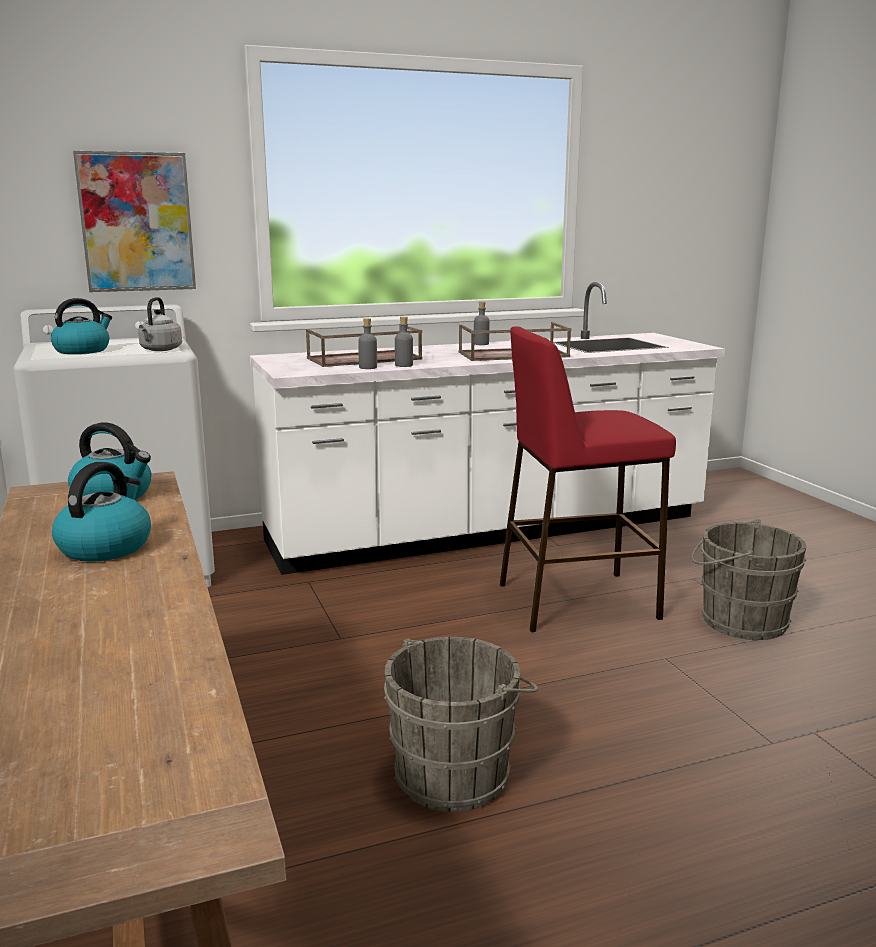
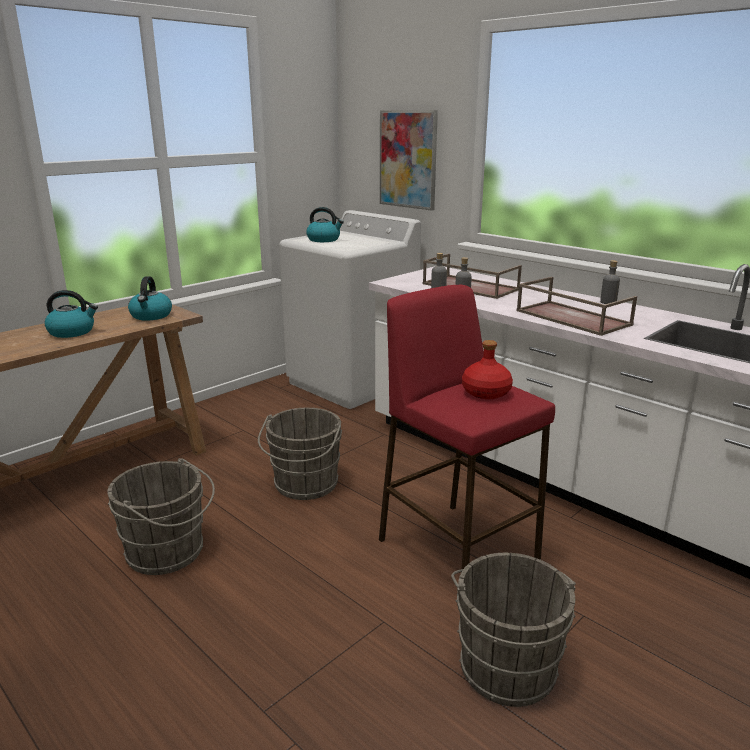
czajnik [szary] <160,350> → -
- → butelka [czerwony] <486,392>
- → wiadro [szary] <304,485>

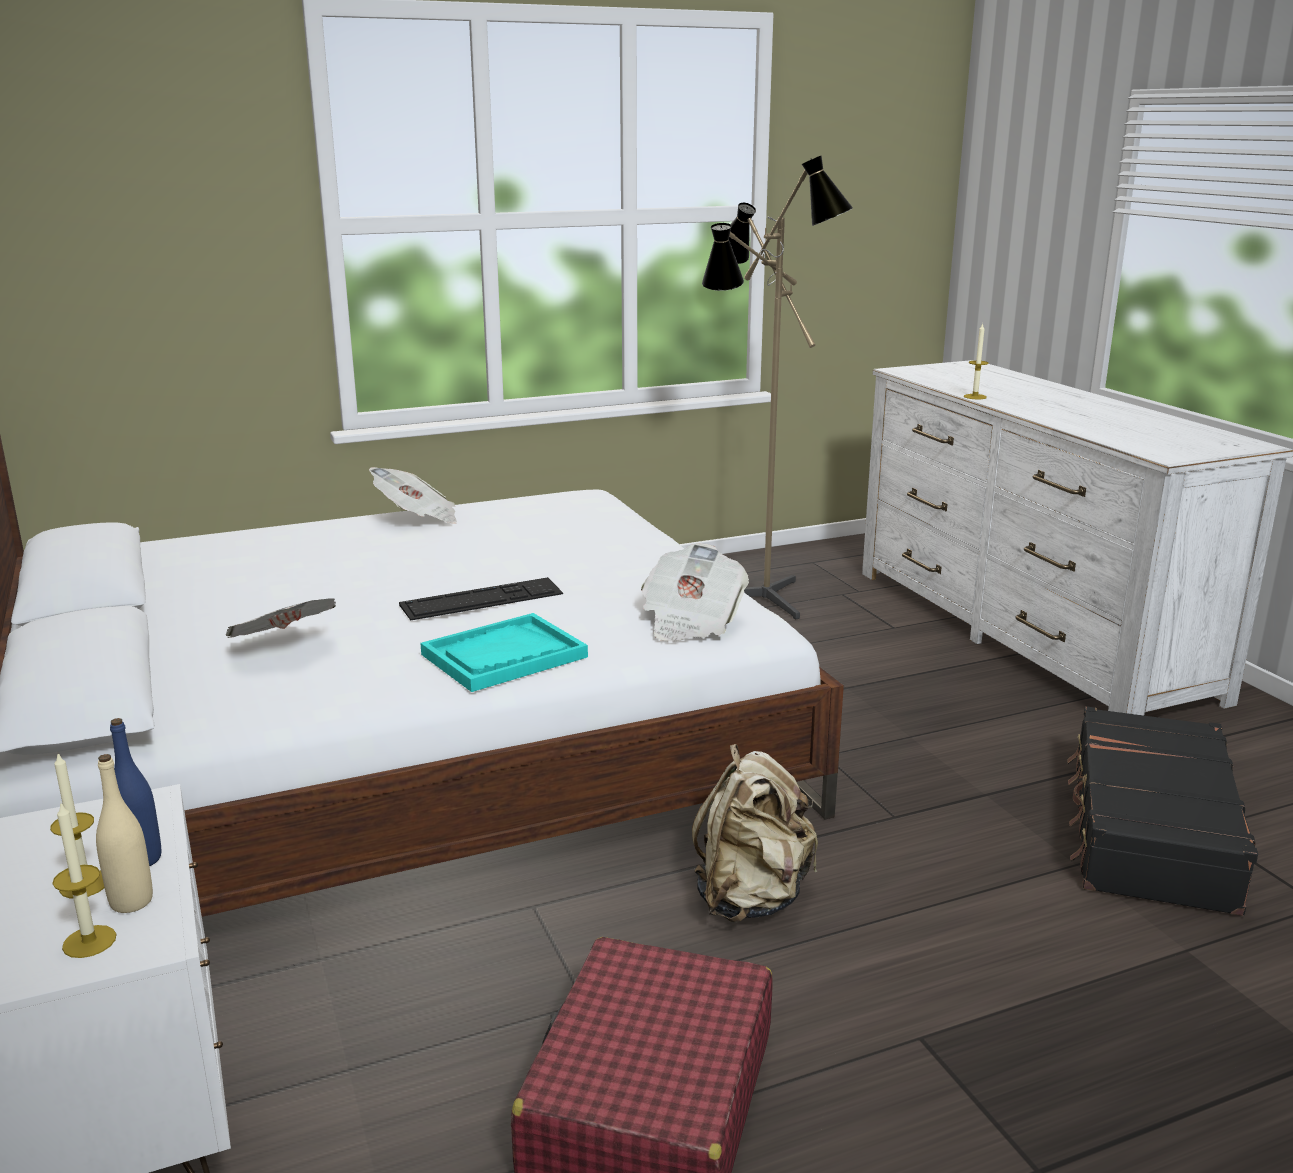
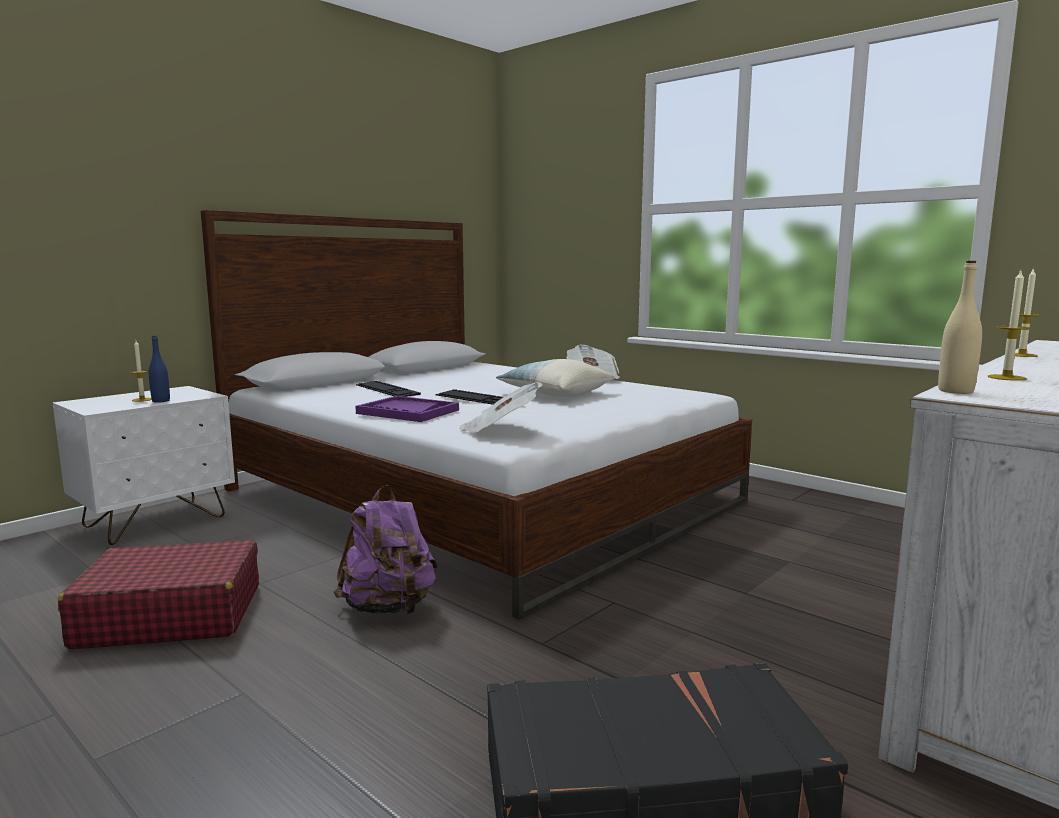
lampa stojąca <756,601> → -
gazeta <284,647> → klawiatura <387,389>
taca [turkusowy] <504,656> → taca [fioletowy] <407,412>
plecak [beżowy] <751,897> → plecak [fioletowy] <389,608>
butelka [beżowy] <131,902> → butelka [beżowy] <955,391>, move
świeca <89,941> → świeca <1006,378>, move
- → poduszka <555,394>

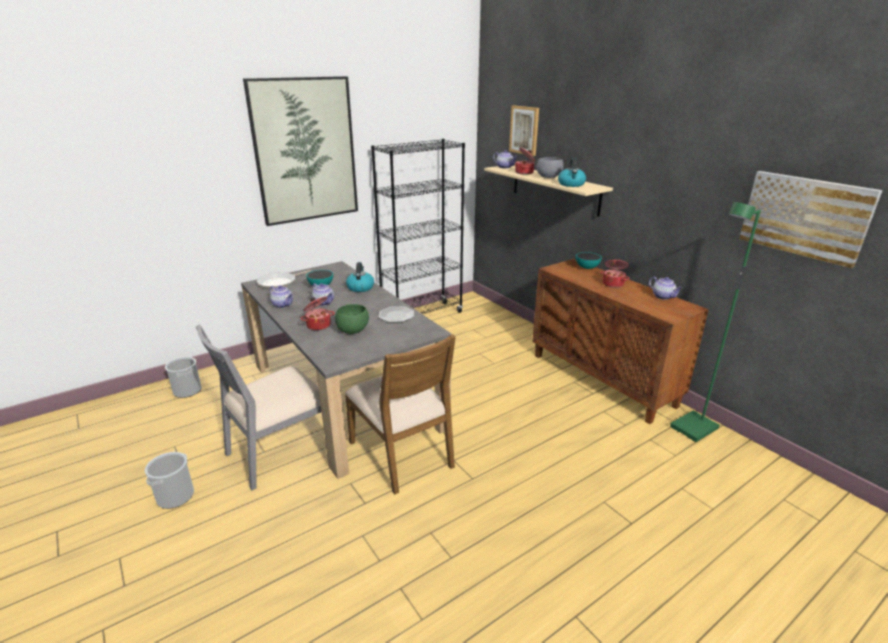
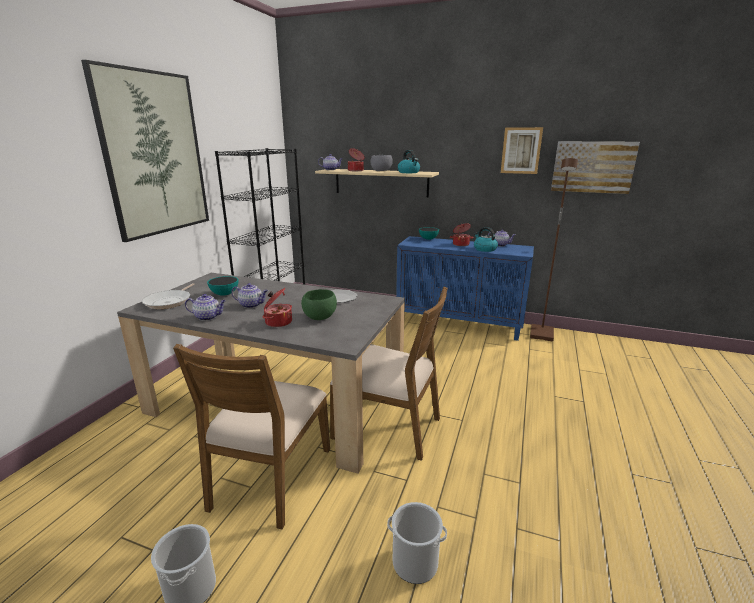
obraz <524,130> → obraz <521,150>, move
lampa stojąca [zielony] <694,429> → lampa stojąca [brązowy] <542,334>
szafka [brązowy] <602,380> → szafka [niebieski] <460,324>
czajnik <360,287> → czajnik <484,249>, move
krzesło [szary] <280,451> → krzesło [brązowy] <269,477>
wiadro <187,390> → wiadro <415,562>, move

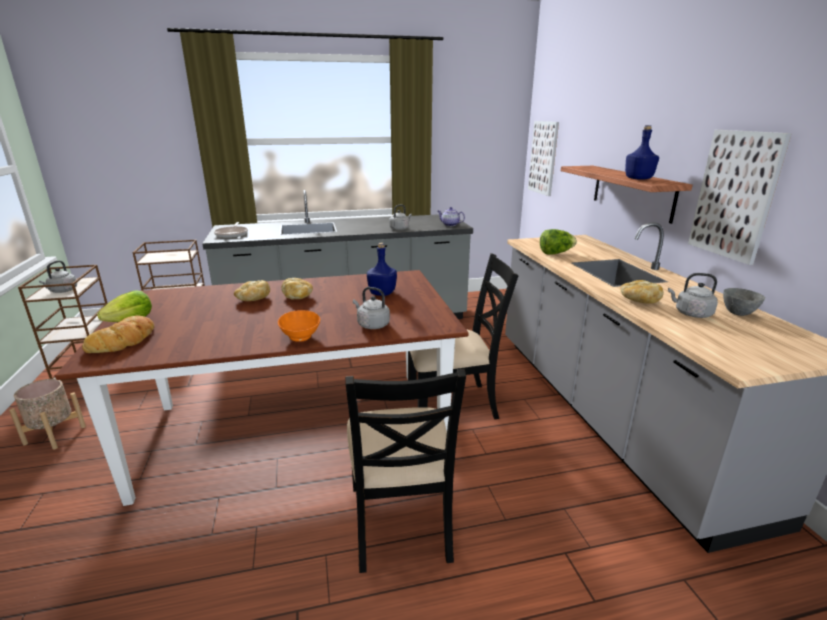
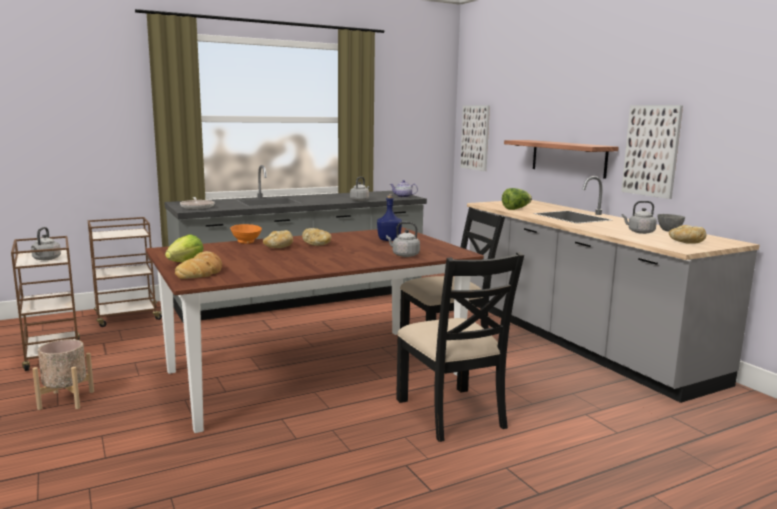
butelka [niebieski] <639,179> → -
chleb <638,300> → chleb <685,242>, move
miska [pomarańczowy] <300,337> → miska [pomarańczowy] <246,242>, move

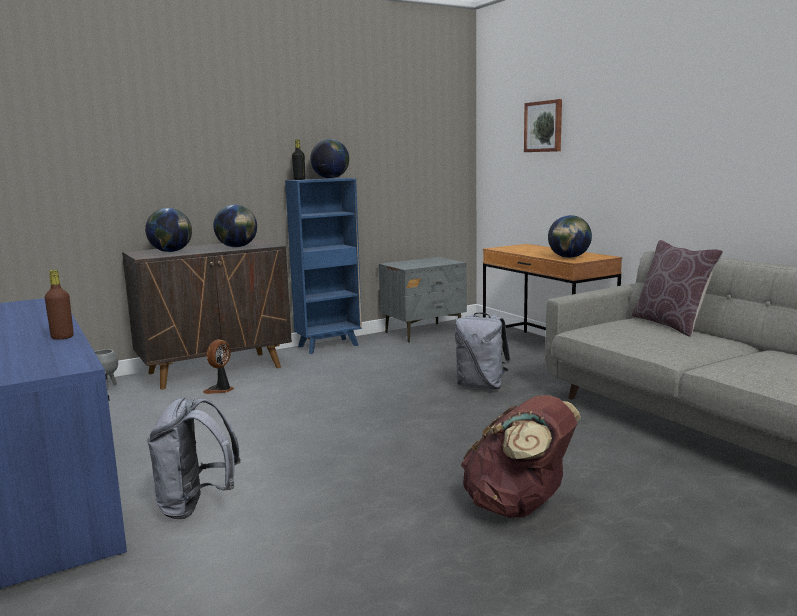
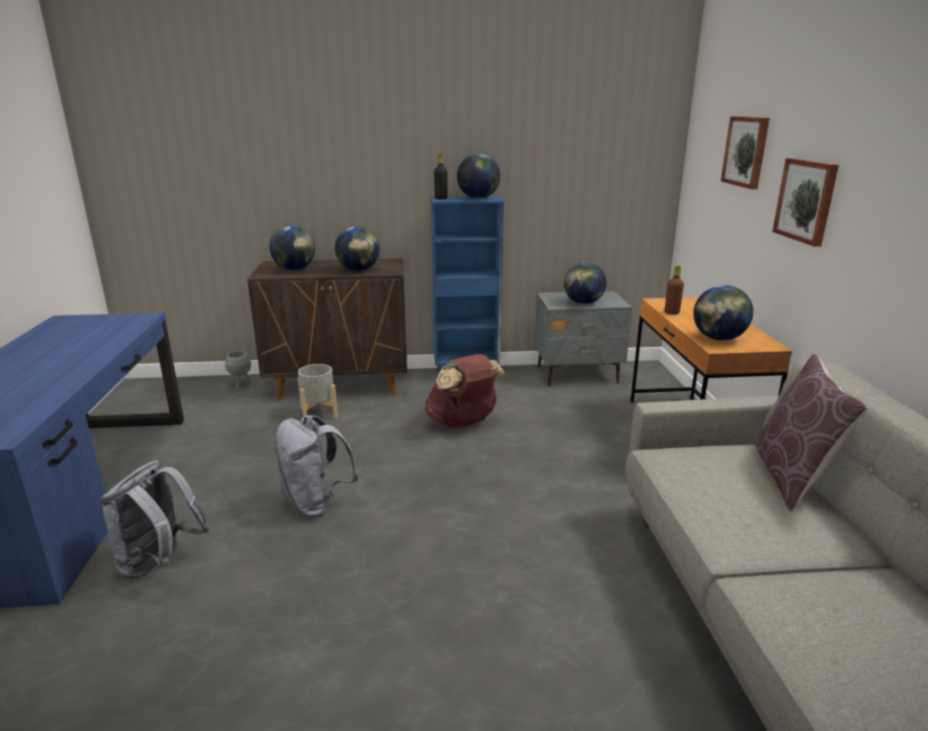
butelka [brązowy] <62,337> → butelka [brązowy] <671,312>, move
plecak [szary] <481,386> → plecak [szary] <316,503>, move
wentylator <220,390> → donica [szary] <319,413>
plecak [brązowy] <519,507> → plecak [brązowy] <463,423>, move
- → obraz <806,200>
- → globus <583,303>

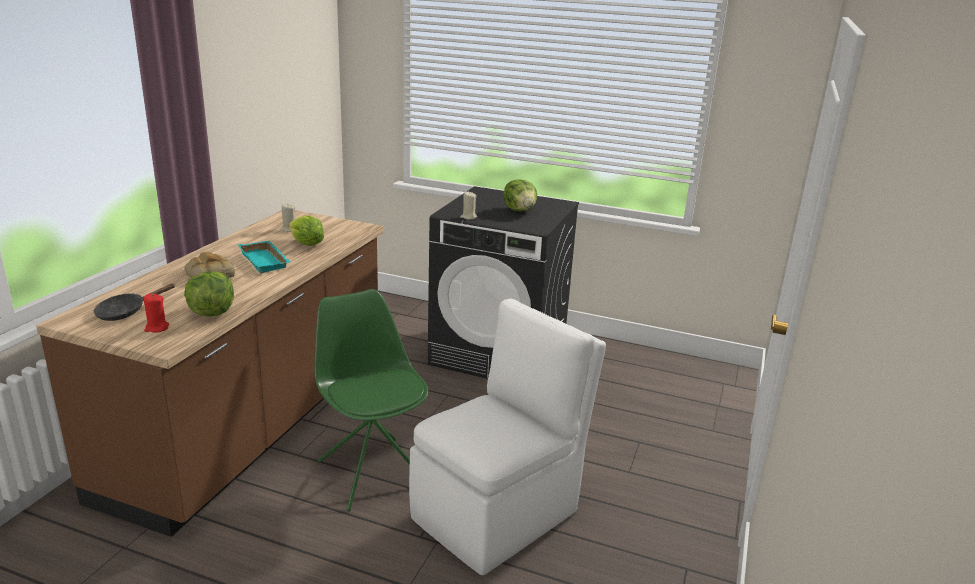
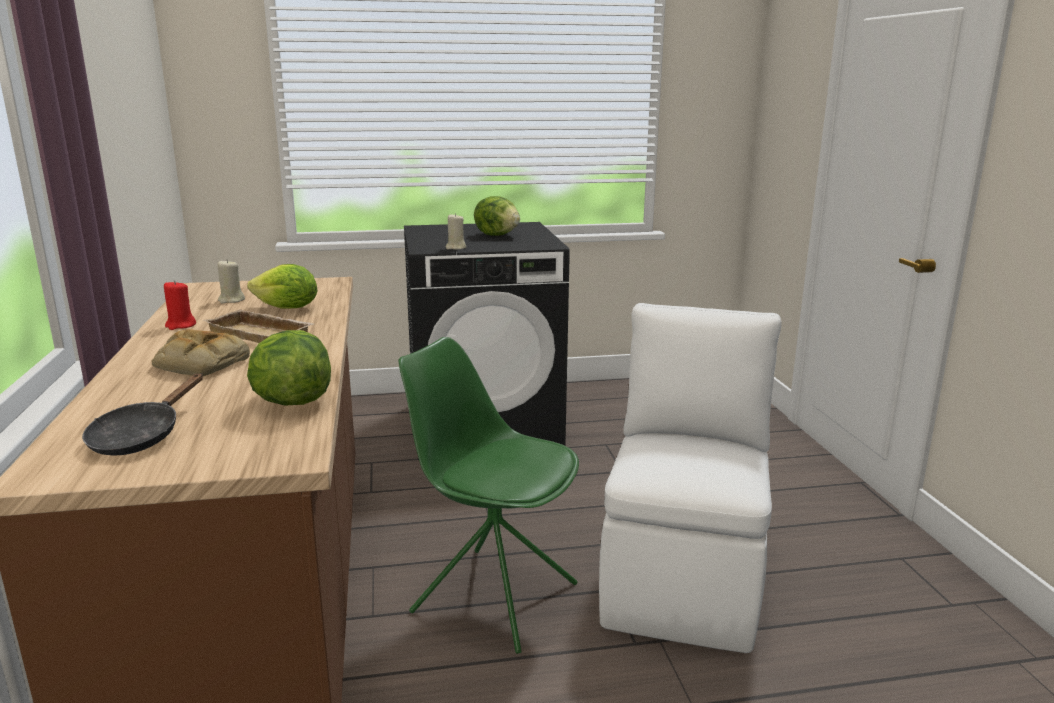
taca [turkusowy] <266,261> → taca [beżowy] <263,334>
świeca [czerwony] <156,328> → świeca [czerwony] <180,325>, move

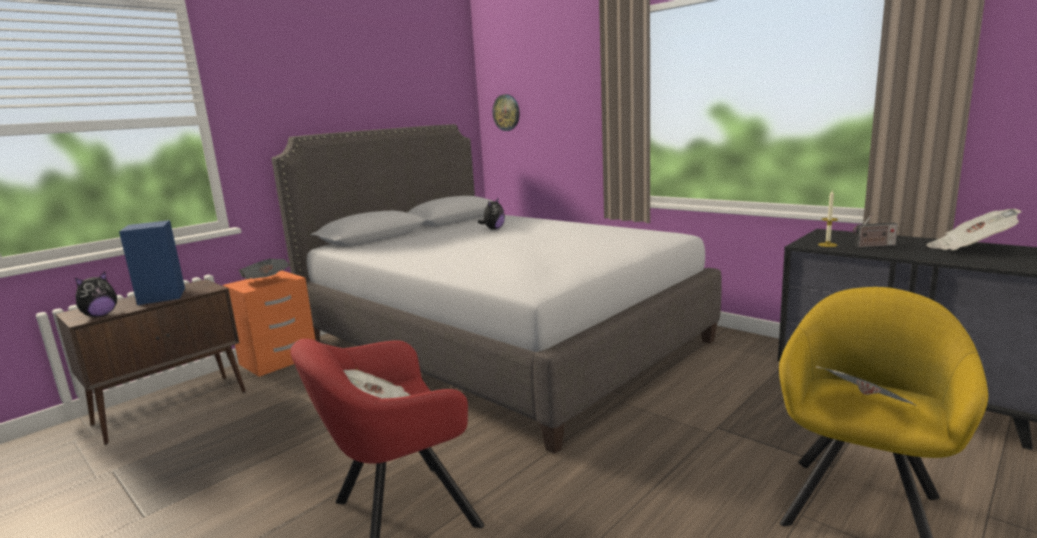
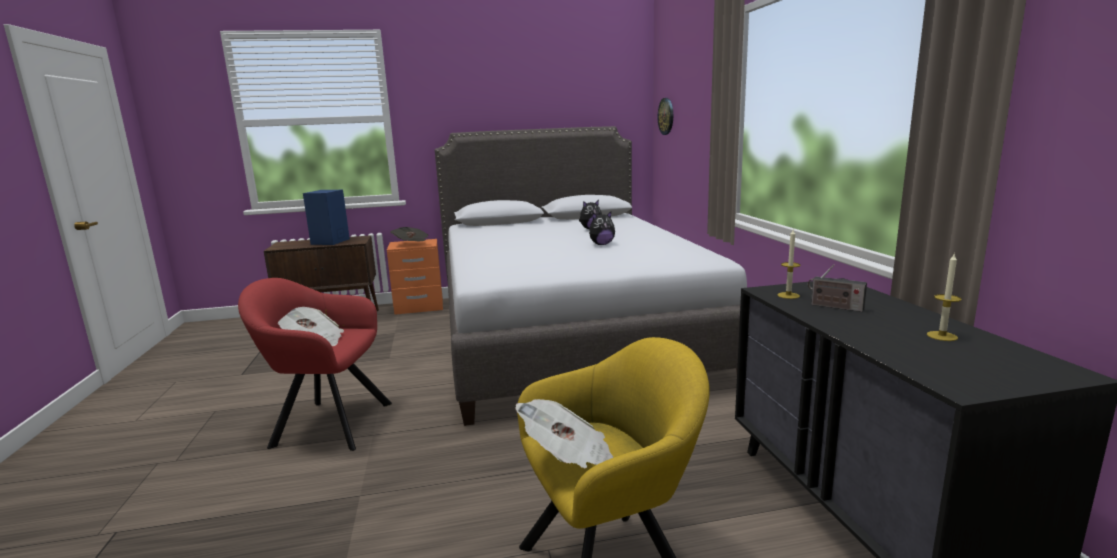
gazeta <969,248> → świeca <942,336>
pluszak <100,315> → pluszak <601,244>, move

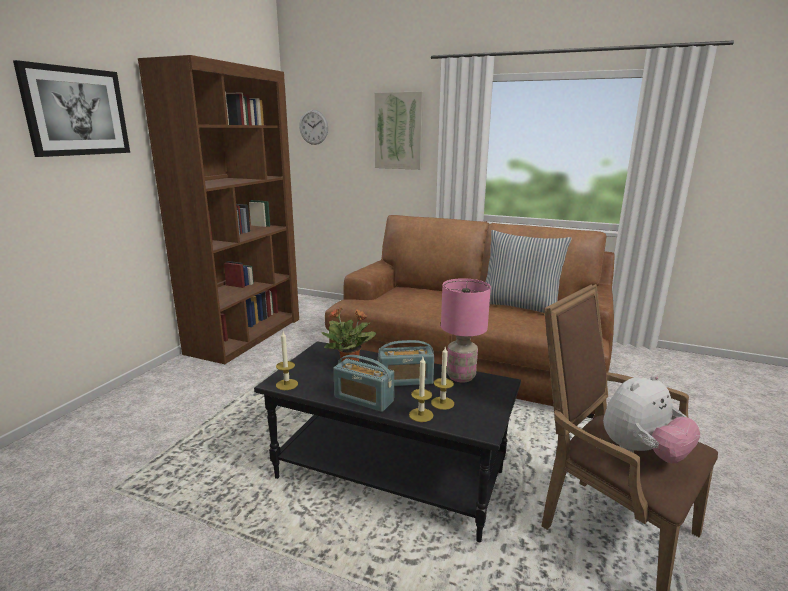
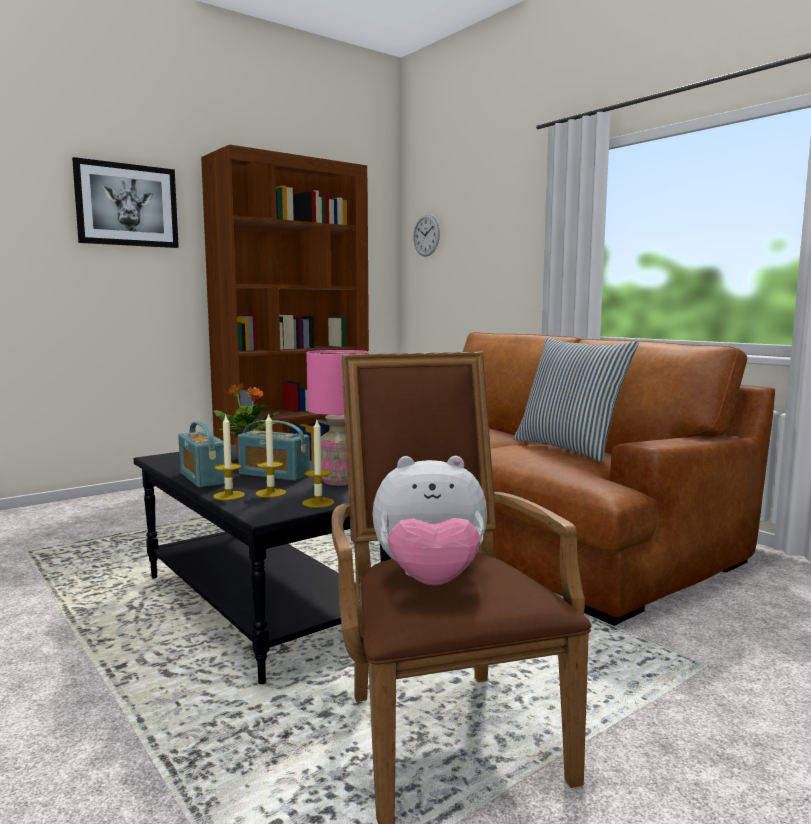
obraz <399,131> → -
świeca <287,384> → świeca <318,502>, move

